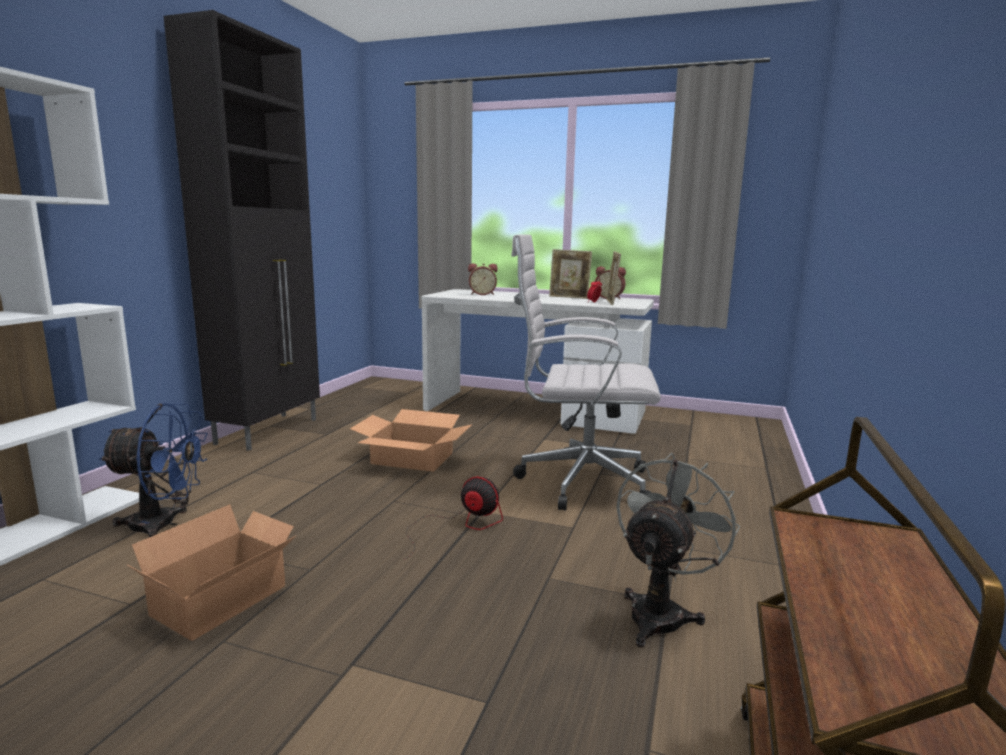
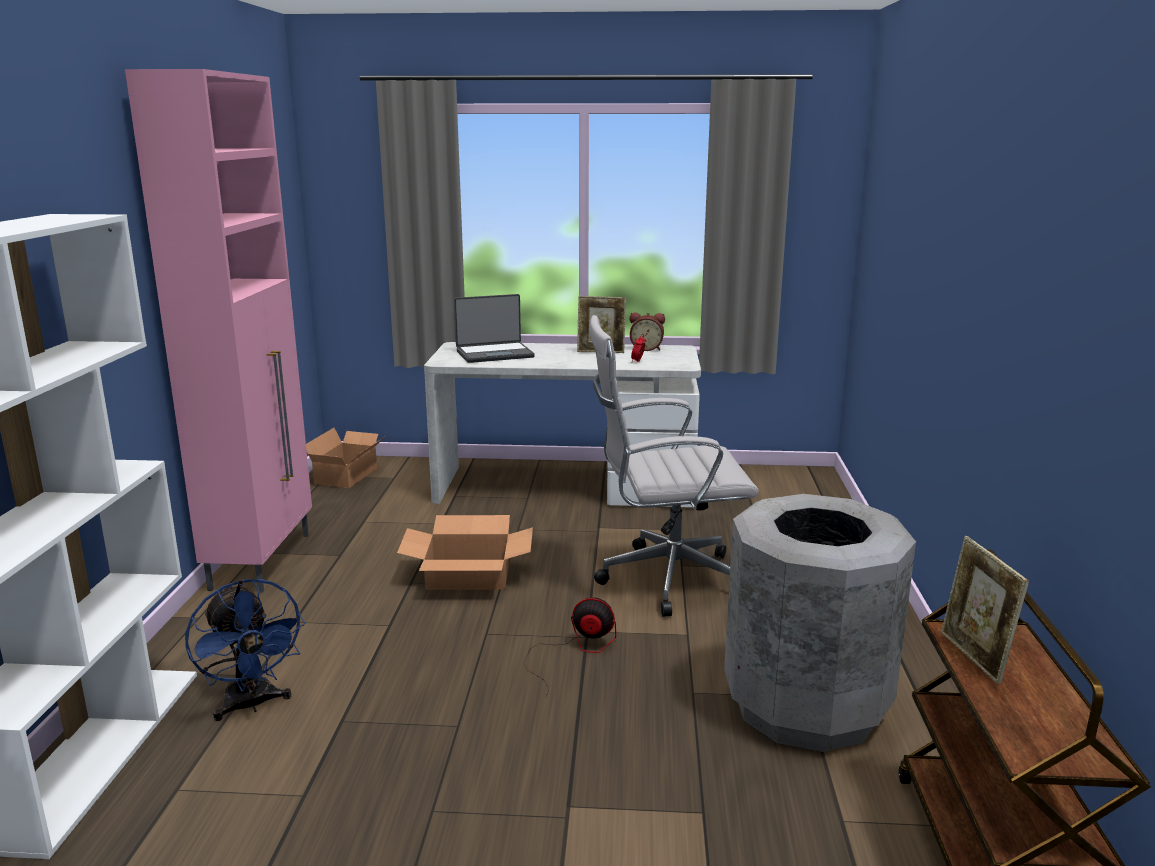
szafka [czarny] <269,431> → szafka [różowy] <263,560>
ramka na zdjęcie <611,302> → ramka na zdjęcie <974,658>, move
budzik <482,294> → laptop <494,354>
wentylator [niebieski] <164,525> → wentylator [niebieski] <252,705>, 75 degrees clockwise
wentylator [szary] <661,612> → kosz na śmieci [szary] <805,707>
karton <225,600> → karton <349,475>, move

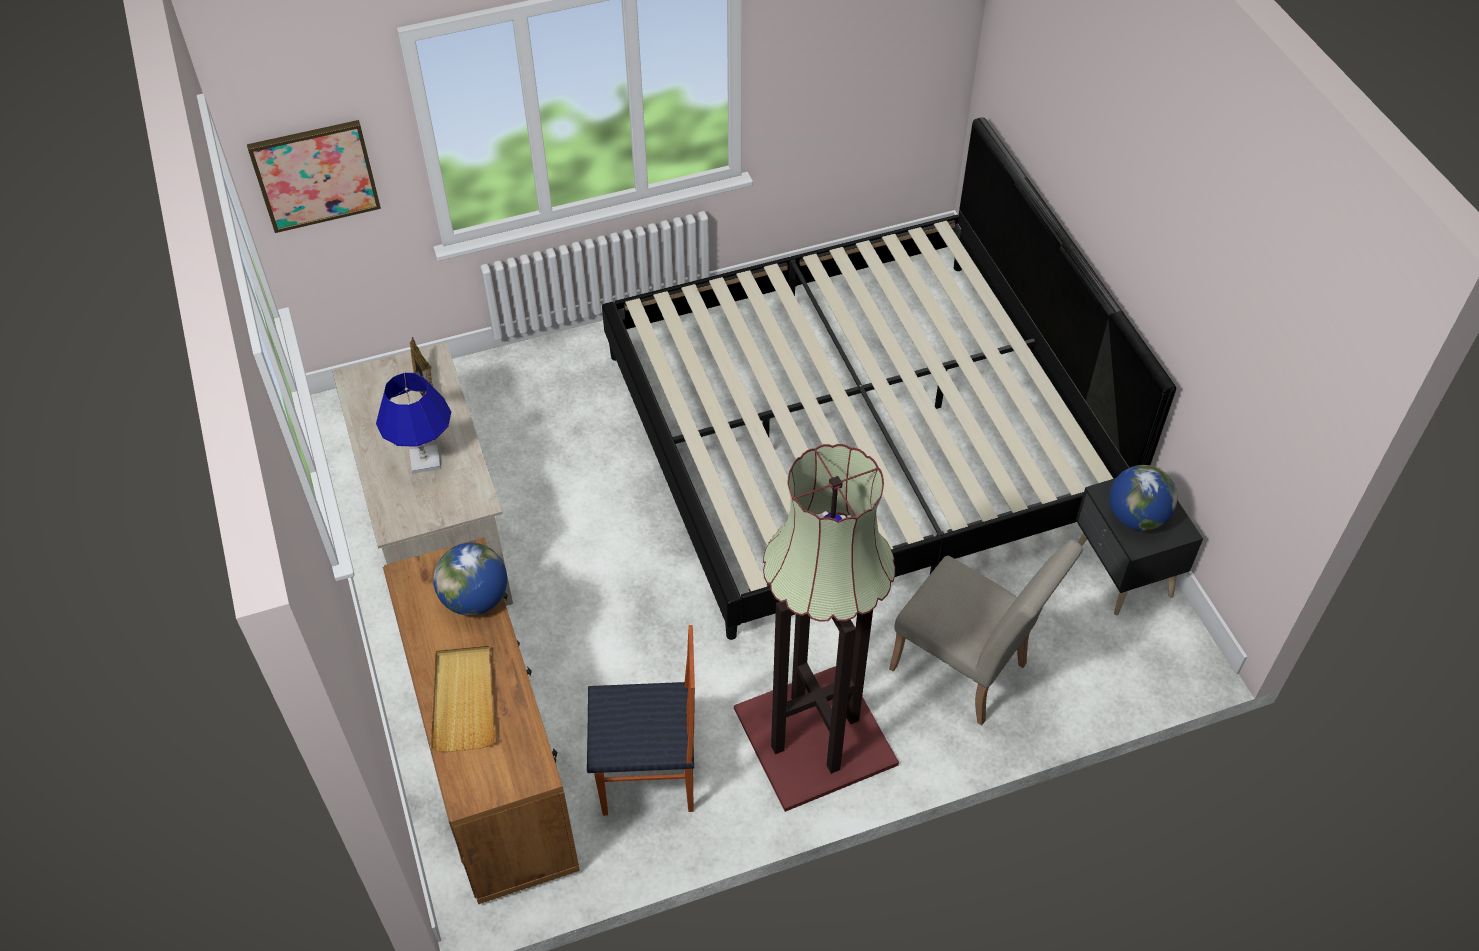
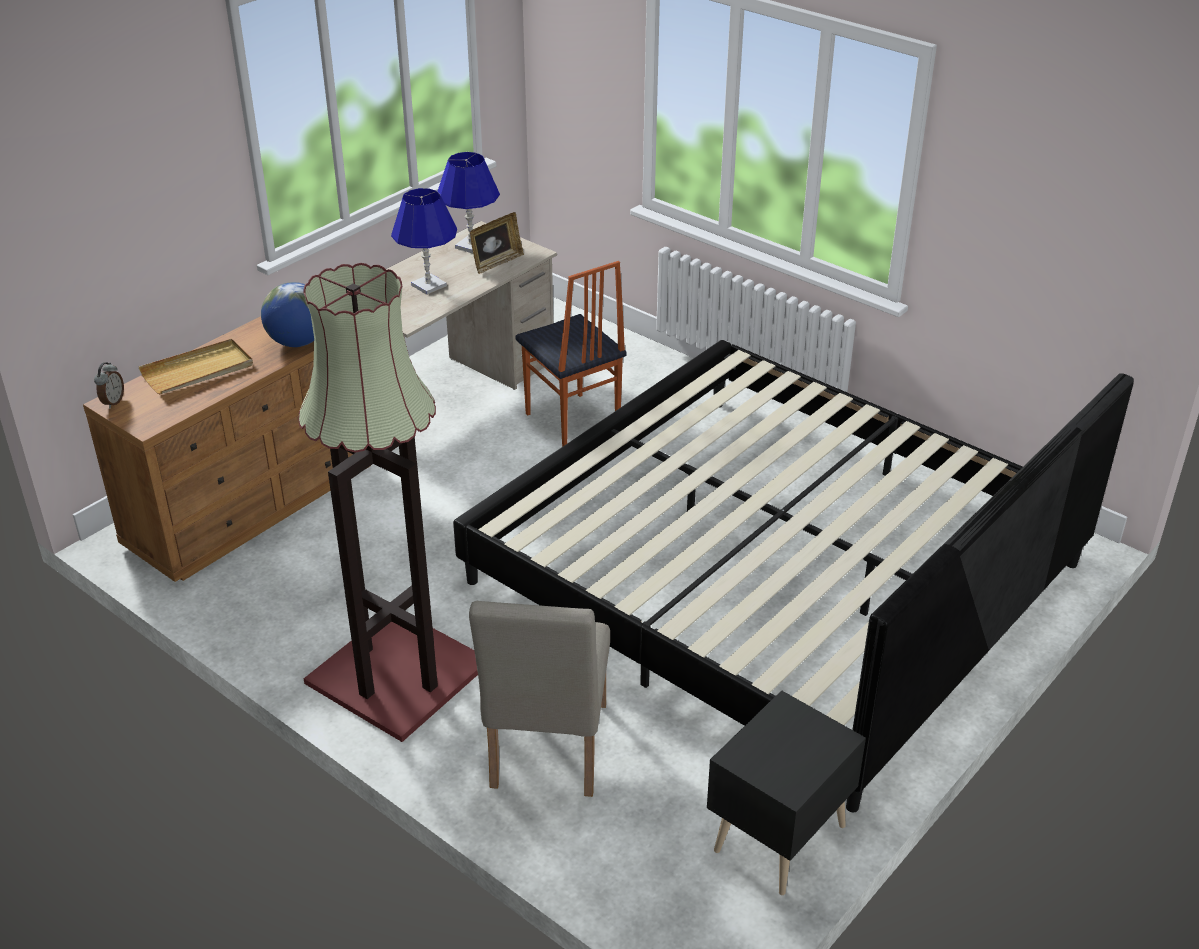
obraz <315,175> → -
globus <1136,517> → -
krzesło <649,779> → krzesło <571,422>, move
- → lampa stołowa [niebieski] <471,246>
- → budzik <112,402>

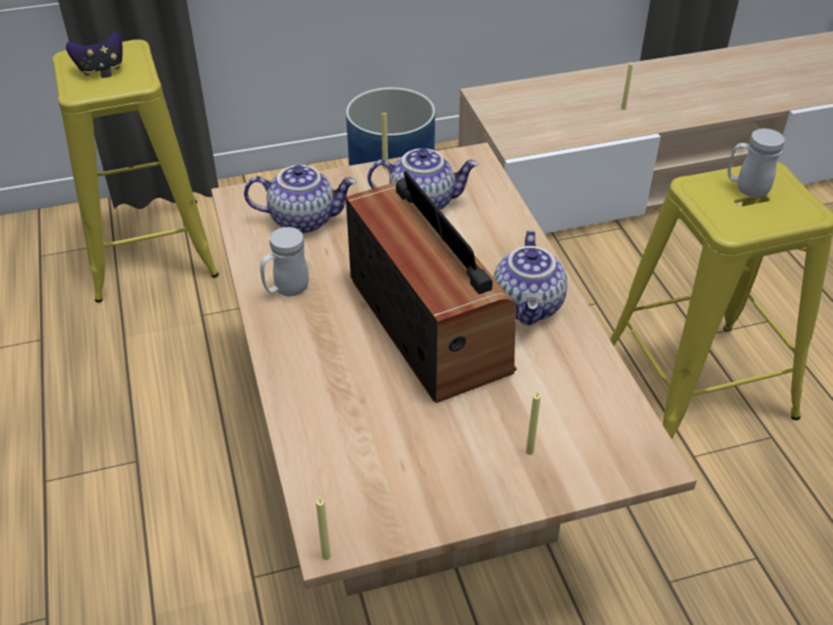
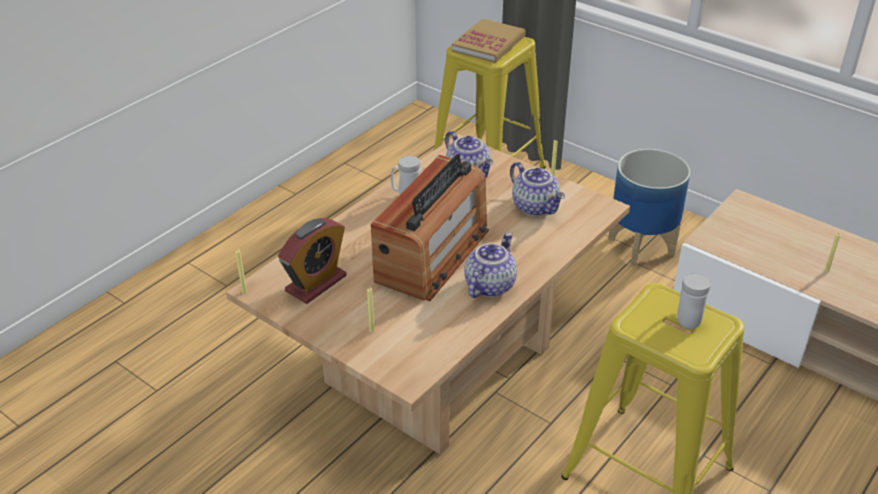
pad do gier <101,69> → książka <488,44>
imbryk <529,306> → imbryk <489,285>, 150 degrees clockwise
- → budzik <316,283>

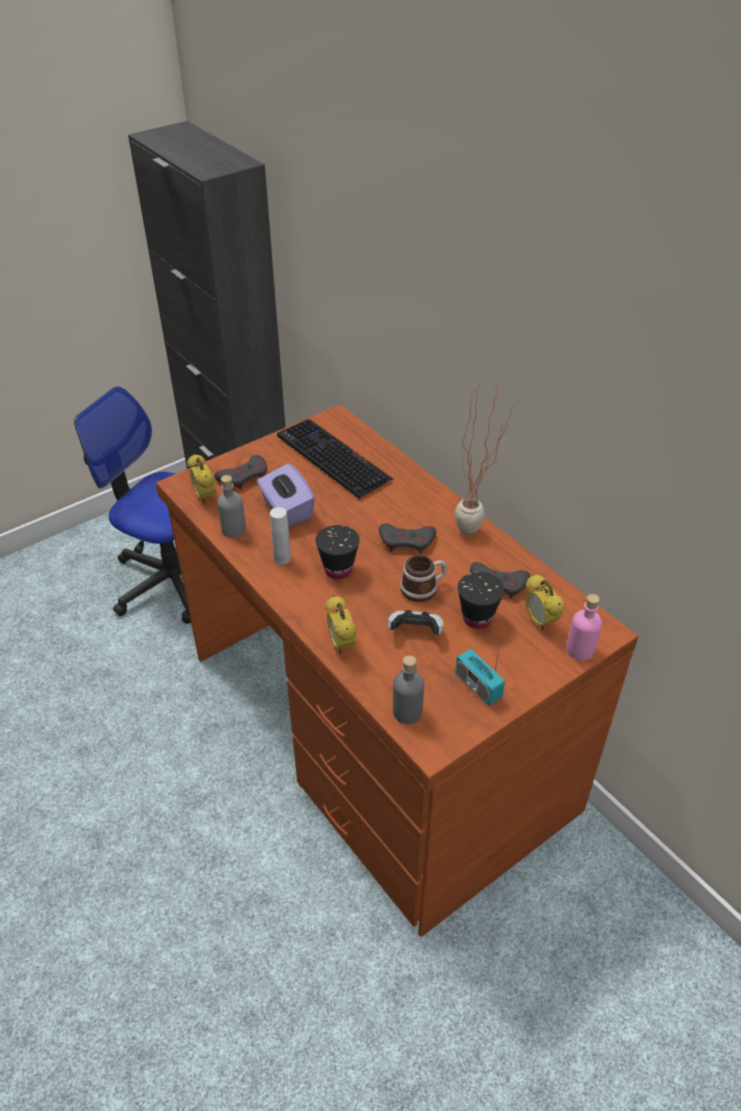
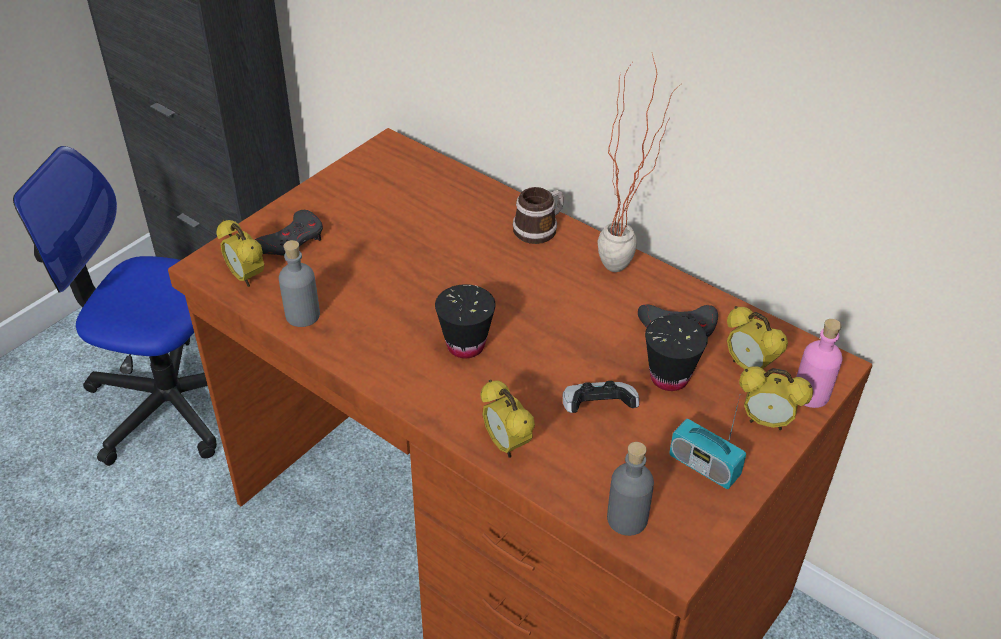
klawiatura <333,459> → -
pudełko chusteczek [fioletowy] <286,510> → -
butelka [biały] <282,558> → -
pad do gier [szary] <406,541> → -
kubek <423,588> → kubek <540,228>, move
- → budzik <766,422>

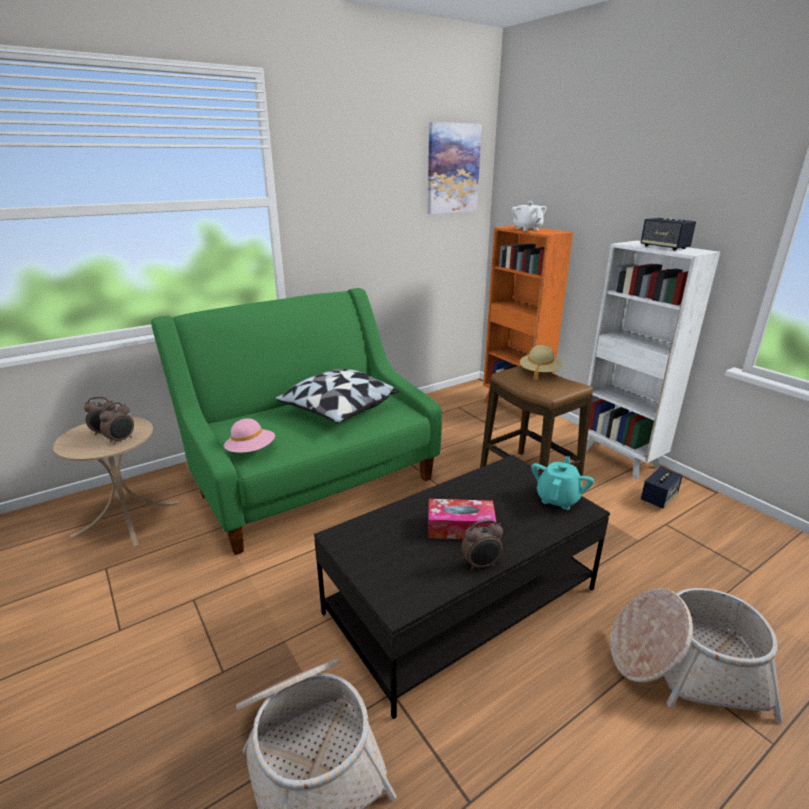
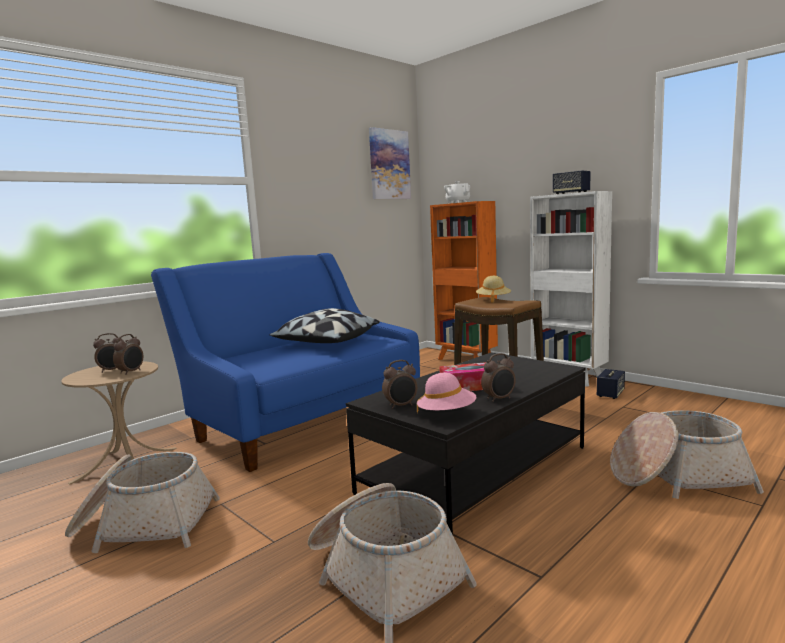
kanapa [zielony] <312,480> → kanapa [niebieski] <302,419>
kapelusz [różowy] <251,451> → kapelusz [różowy] <447,414>, move
imbryk [turkusowy] <558,498> → -
- → budzik <401,406>
- → koszyk <144,525>

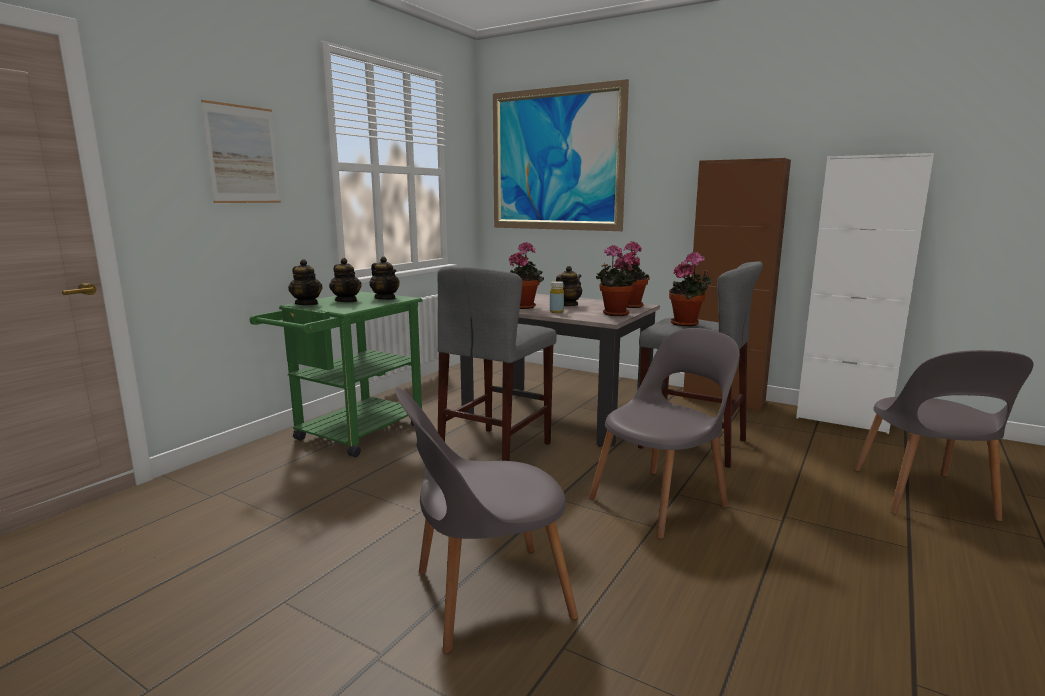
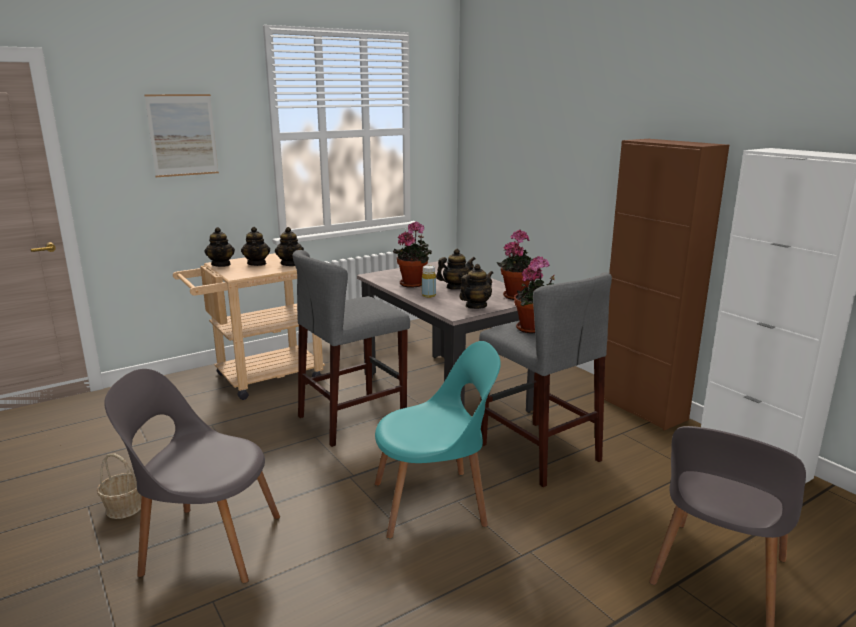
obraz <555,160> → -
roślina doniczkowa <613,314> → imbryk <475,306>
wózek [zielony] <351,436> → wózek [beżowy] <260,379>
krzesło [szary] <661,500> → krzesło [turkusowy] <434,503>
- → koszyk <124,508>

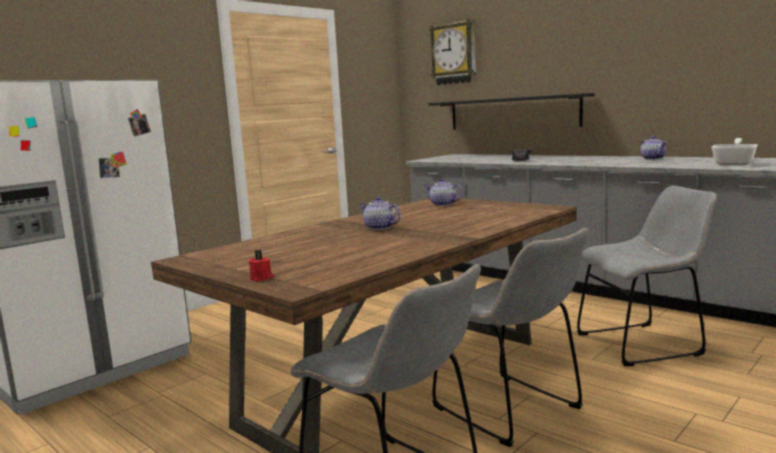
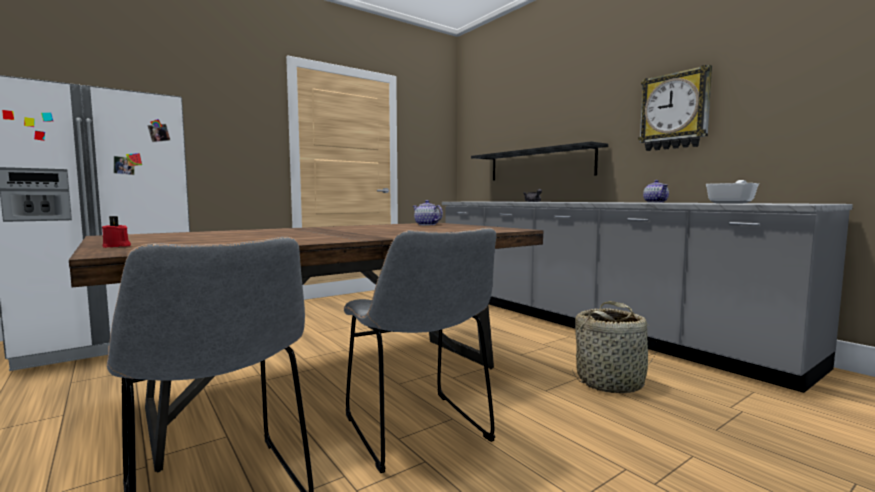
zegar ścienny <454,53> → zegar ścienny <674,111>, move
krzesło [szary] <643,343> → koszyk <610,382>
imbryk <380,228> → -

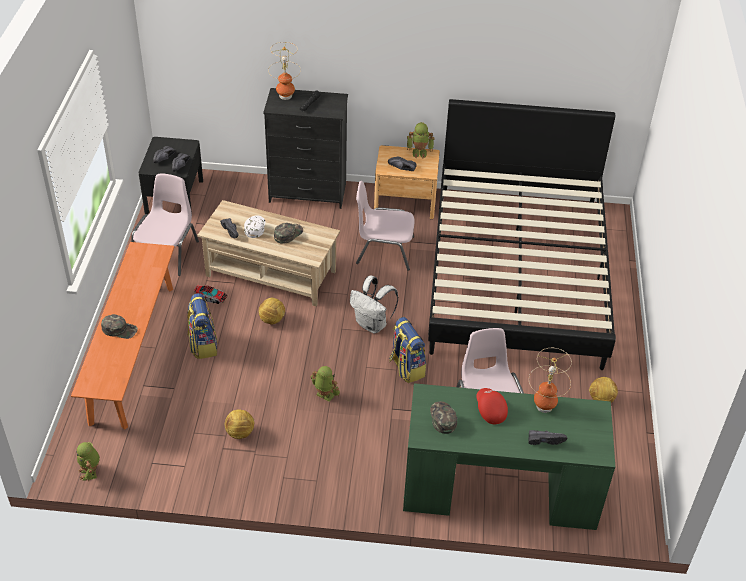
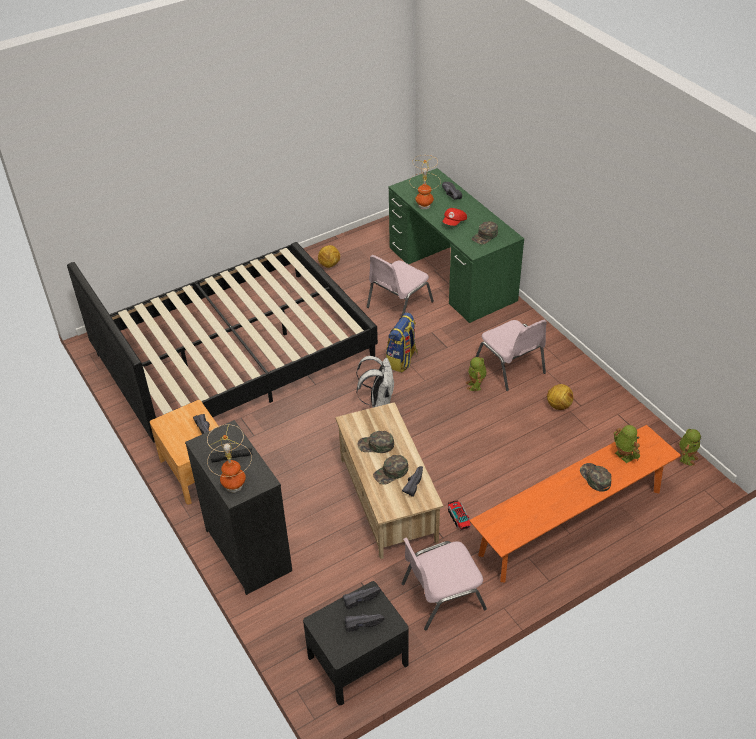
robot zabawkowy <419,152> → robot zabawkowy <623,456>, move
krzesło [różowy] <384,250> → krzesło [różowy] <510,367>, move
czapka z daszkiem [biały] <254,227> → czapka z daszkiem [zielony] <391,472>
plecak <203,344> → -
piłka futbolowa <272,320> → -

